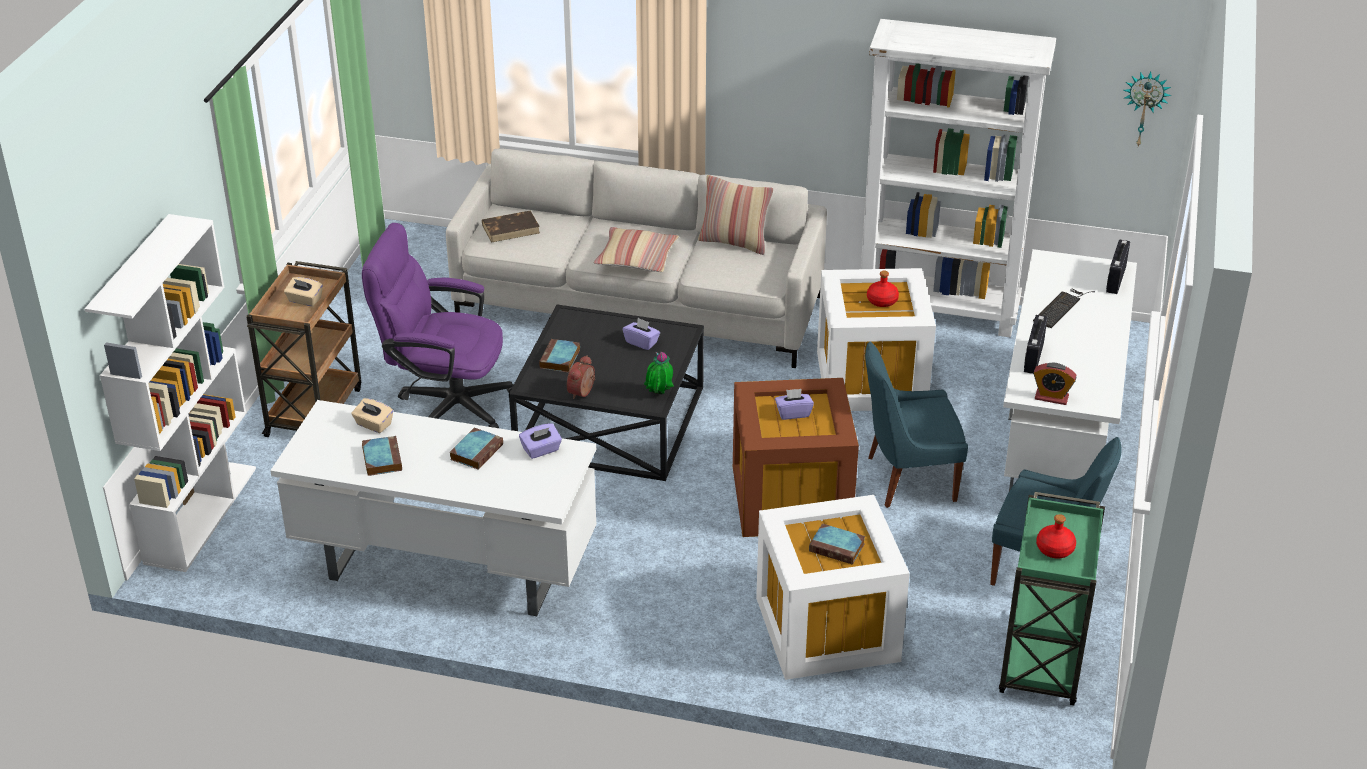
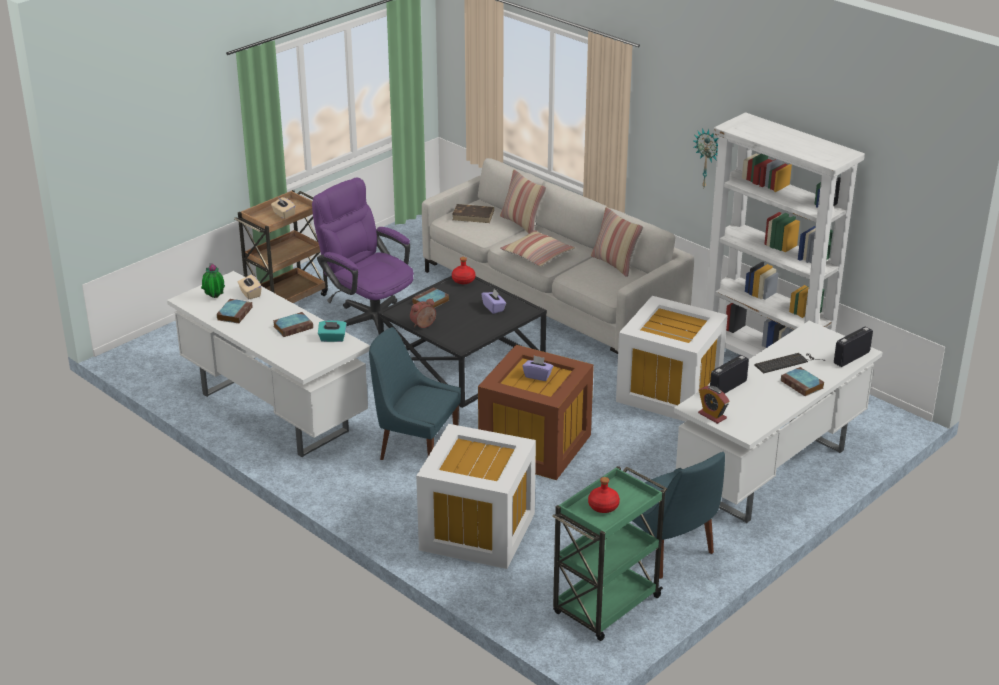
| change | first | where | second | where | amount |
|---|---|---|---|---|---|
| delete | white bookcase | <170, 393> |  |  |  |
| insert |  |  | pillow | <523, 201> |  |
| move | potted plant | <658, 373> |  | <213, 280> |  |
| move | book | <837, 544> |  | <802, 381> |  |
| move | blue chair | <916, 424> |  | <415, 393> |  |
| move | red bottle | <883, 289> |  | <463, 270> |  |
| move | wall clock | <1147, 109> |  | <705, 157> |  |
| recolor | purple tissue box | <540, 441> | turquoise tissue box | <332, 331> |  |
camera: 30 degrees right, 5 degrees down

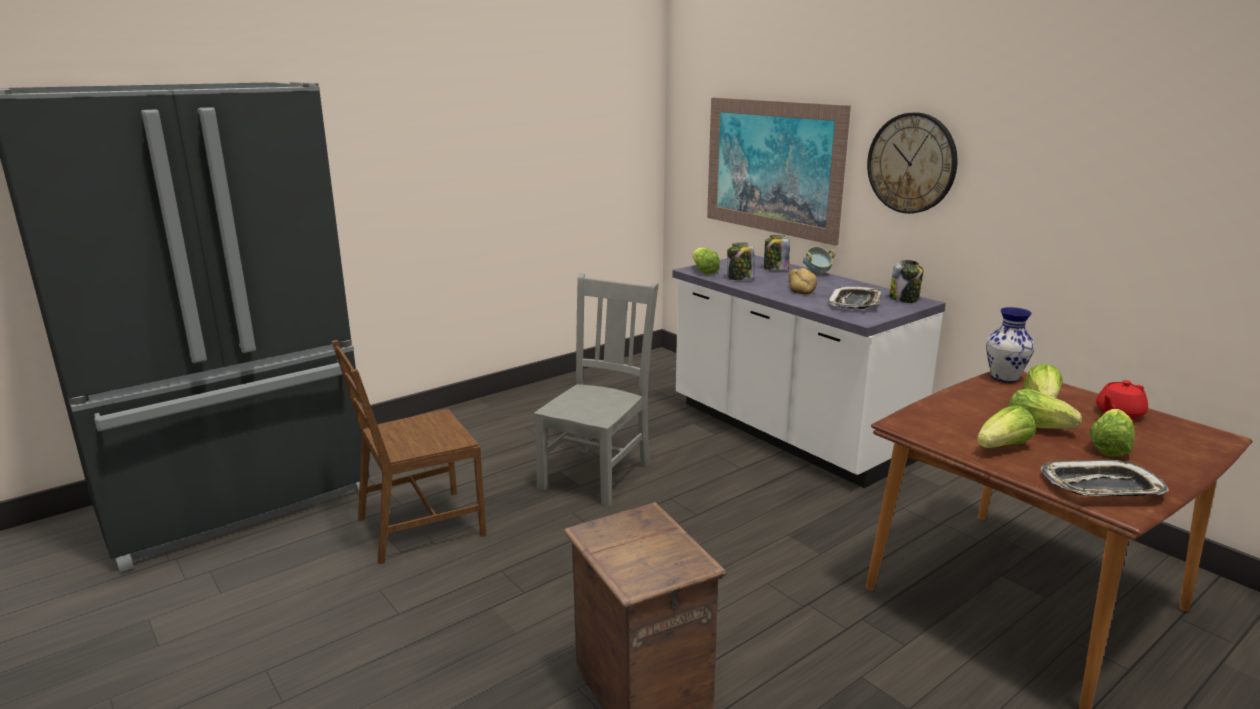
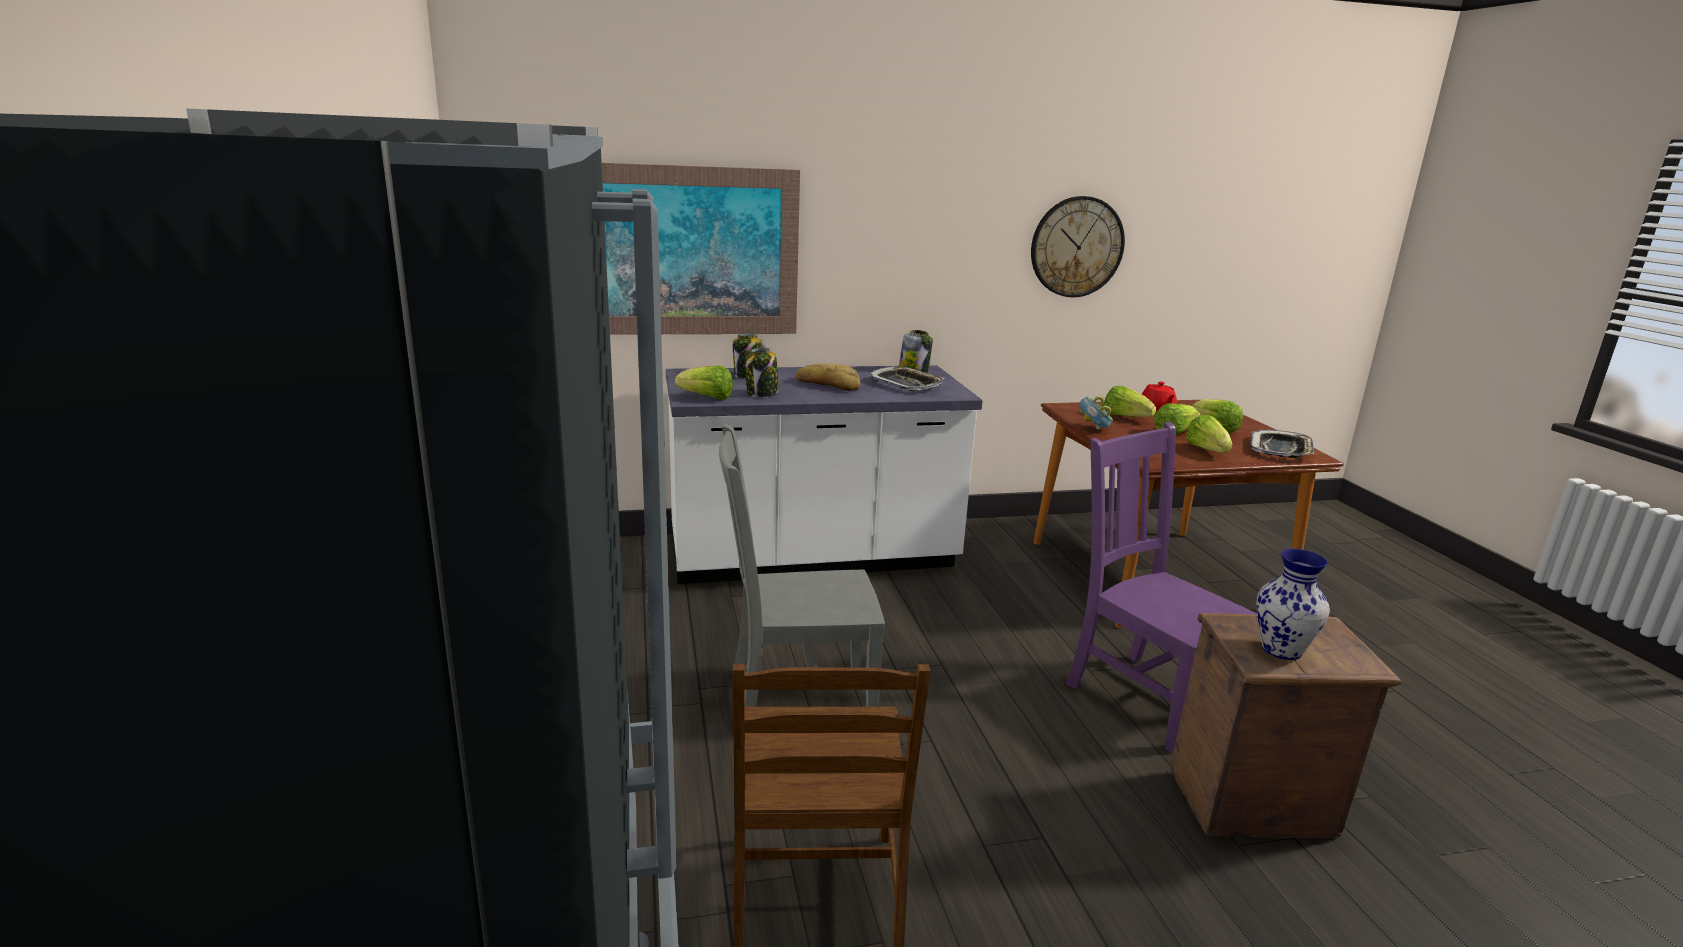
| change | first | where | second | where | amount |
|---|---|---|---|---|---|
| insert |  |  | purple chair | <1161, 587> |  |
| move | bowl | <819, 260> |  | <1096, 413> |  |
| move | wall clock | <912, 163> |  | <1078, 246> |  |
| move | vase | <1010, 344> |  | <1293, 604> |  |
| rotate | grey chair | <596, 390> |  | <802, 565> | 60 degrees counterclockwise |
camera: 65 degrees left, 0 degrees up

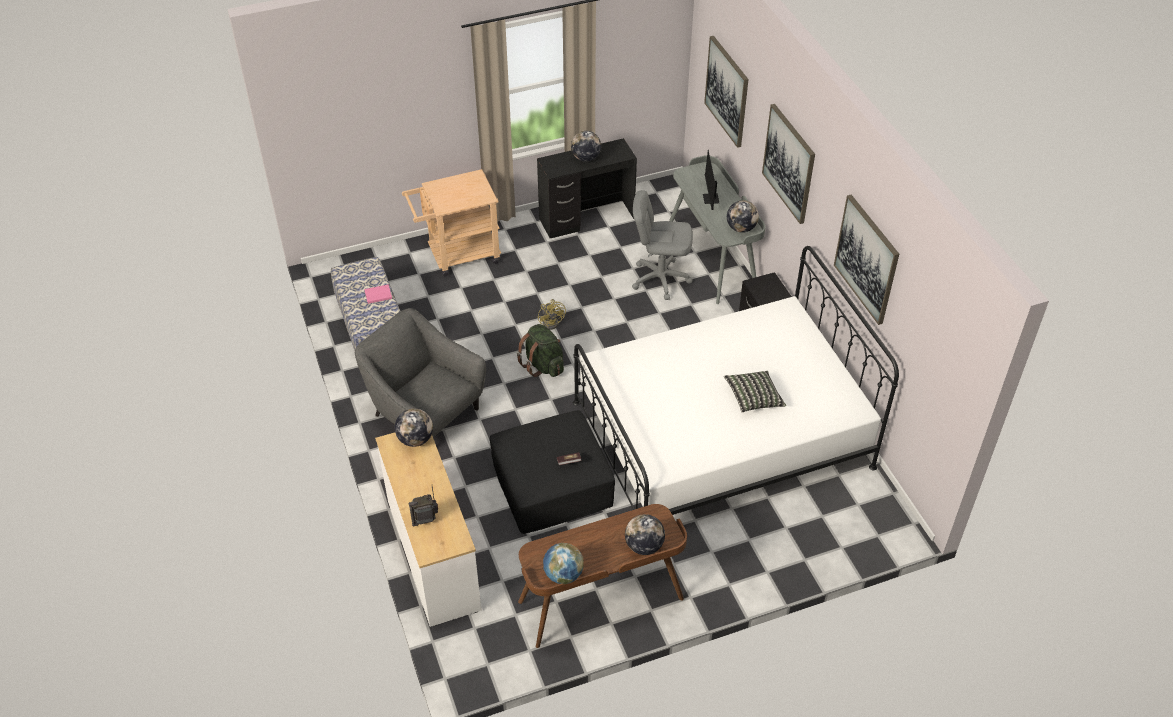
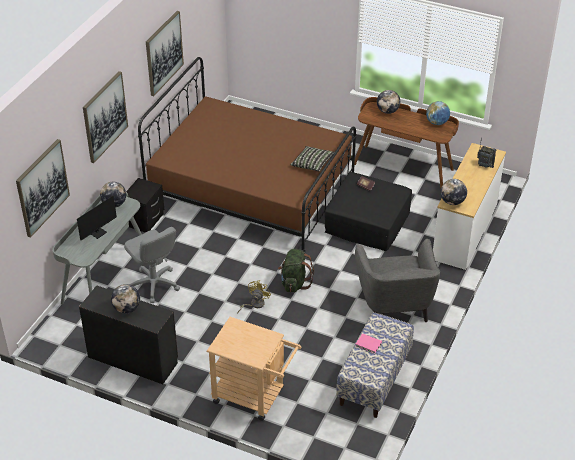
| change | first | where | second | where | amount |
|---|---|---|---|---|---|
| move | pillow | <755, 391> |  | <312, 158> |  |
| recolor | white bed | <736, 380> | brown bed | <247, 155> |  |
camera: 135 degrees left, 5 degrees down

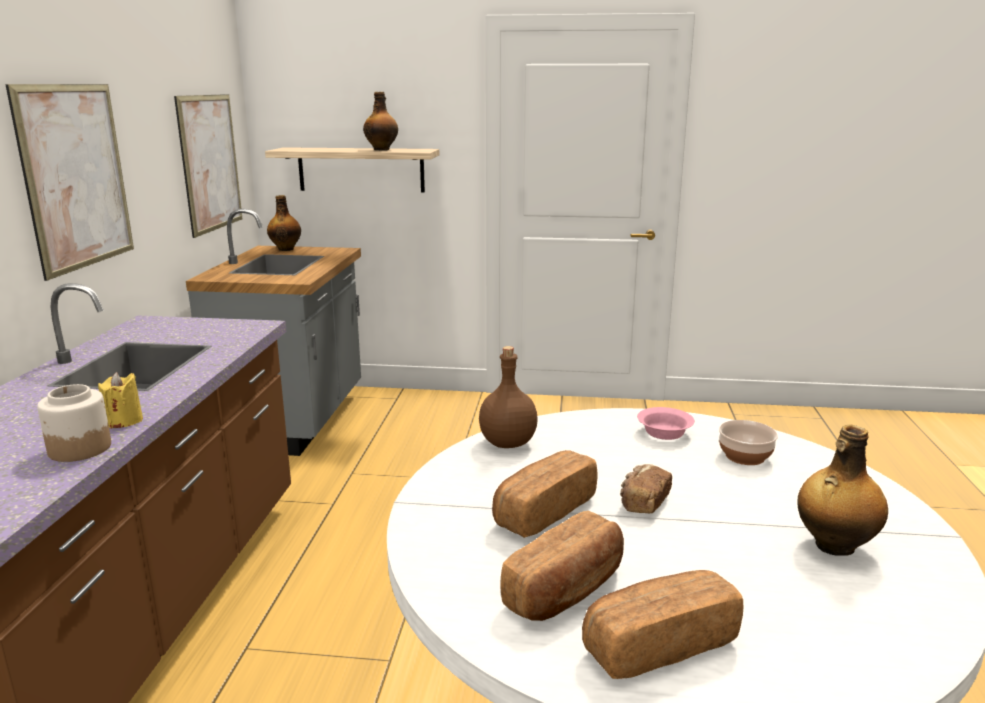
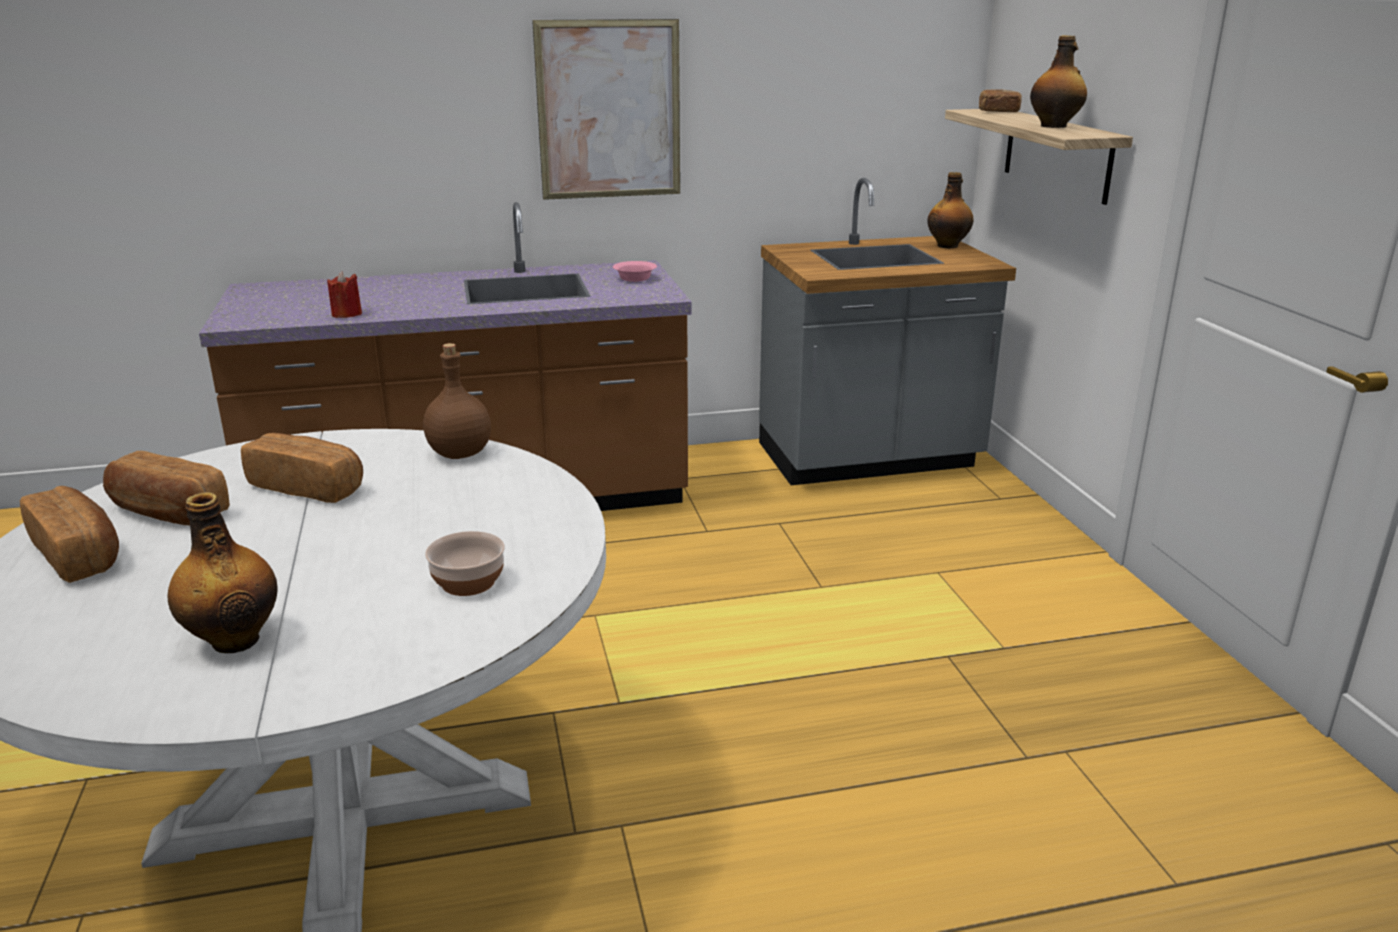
| change | first | where | second | where | amount |
|---|---|---|---|---|---|
| delete | yellow candle | <120, 400> |  |  |  |
| delete | picture | <208, 166> |  |  |  |
| move | bread | <646, 488> |  | <1000, 100> |  |
| move | pink bowl | <666, 423> |  | <635, 271> |  |
| replace | jar | <74, 423> | red candle | <344, 295> |  |
camera: 70 degrees right, 5 degrees up

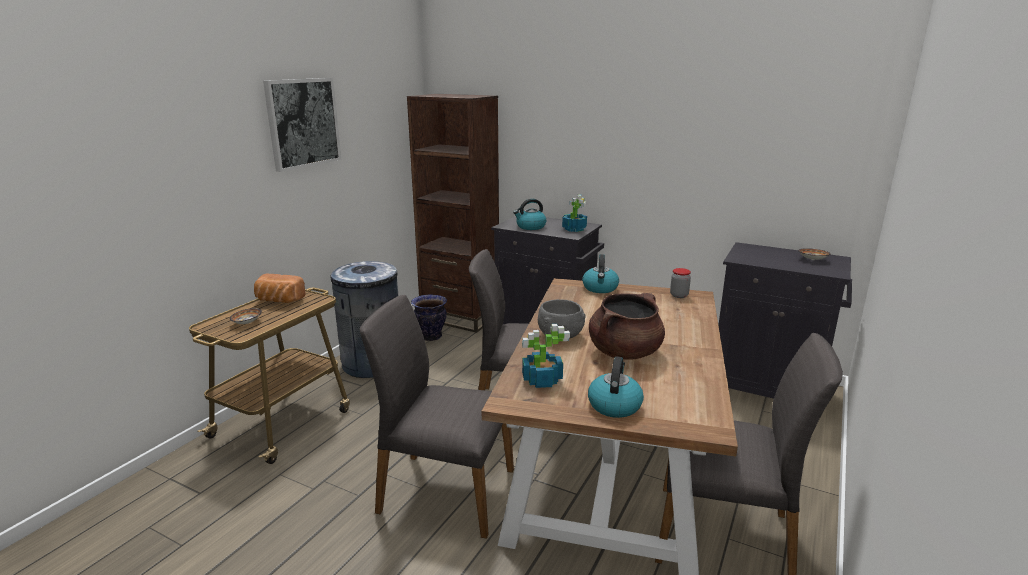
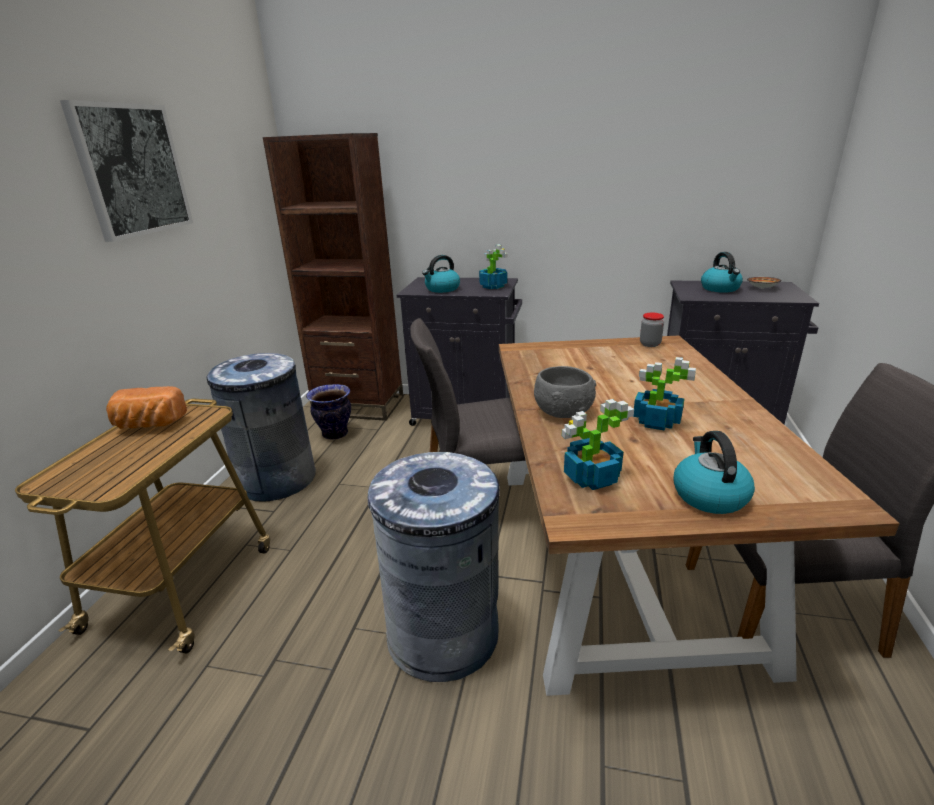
| change | first | where | second | where | amount |
|---|---|---|---|---|---|
| delete | bowl | <246, 316> |  |  |  |
| move | kettle | <600, 273> |  | <722, 272> |  |
| replace | grey chair | <437, 417> | grey trash can | <434, 567> |  |
| replace | brown cooking pot | <627, 326> | potted plant | <664, 394> |  |
camera: 15 degrees left, 5 degrees up

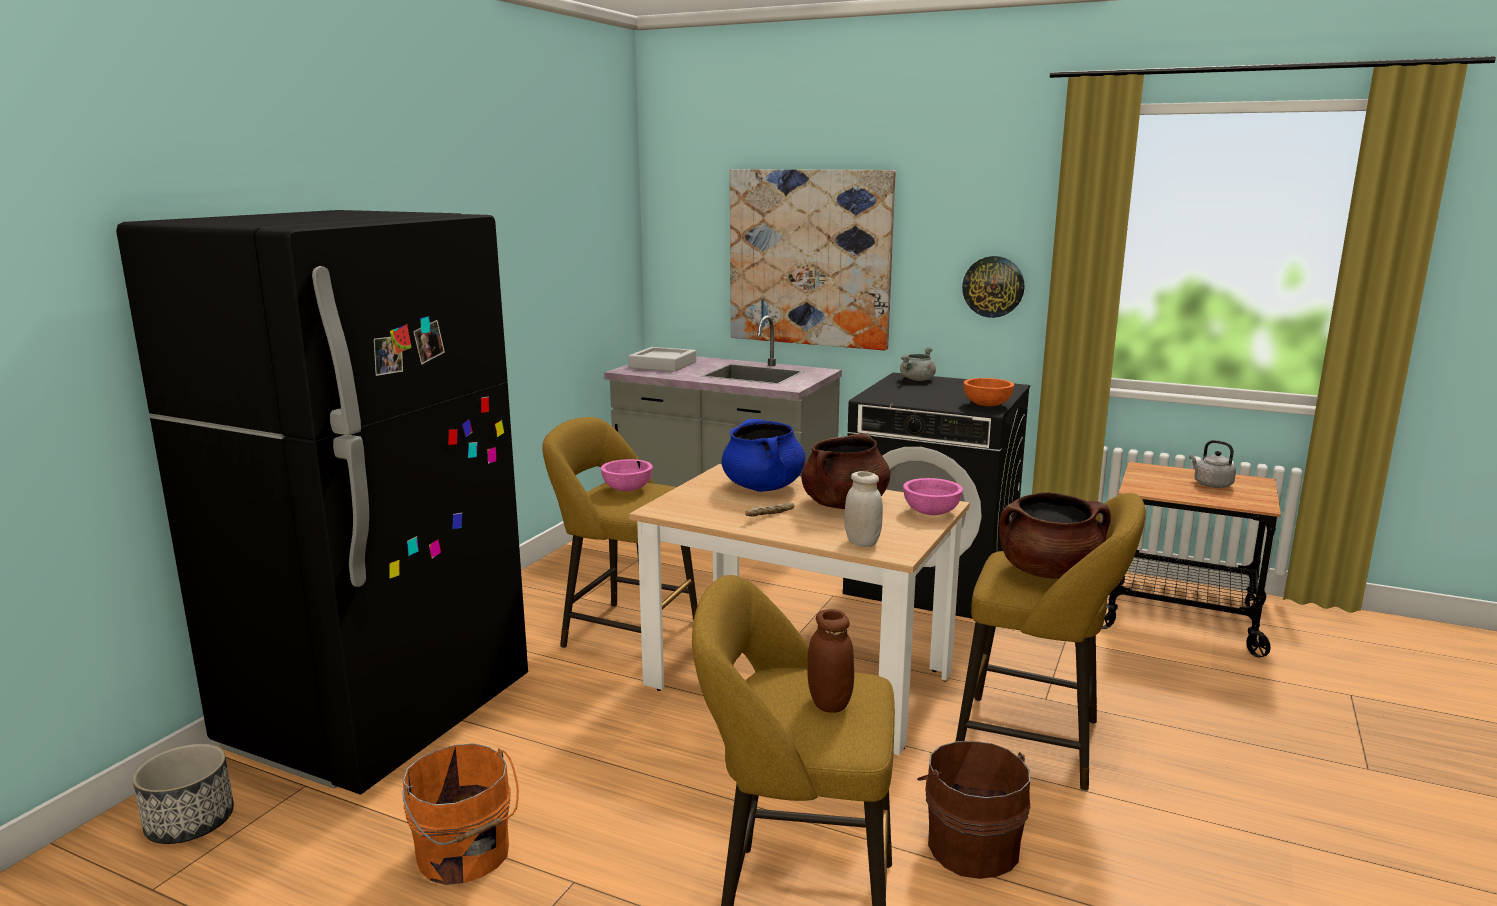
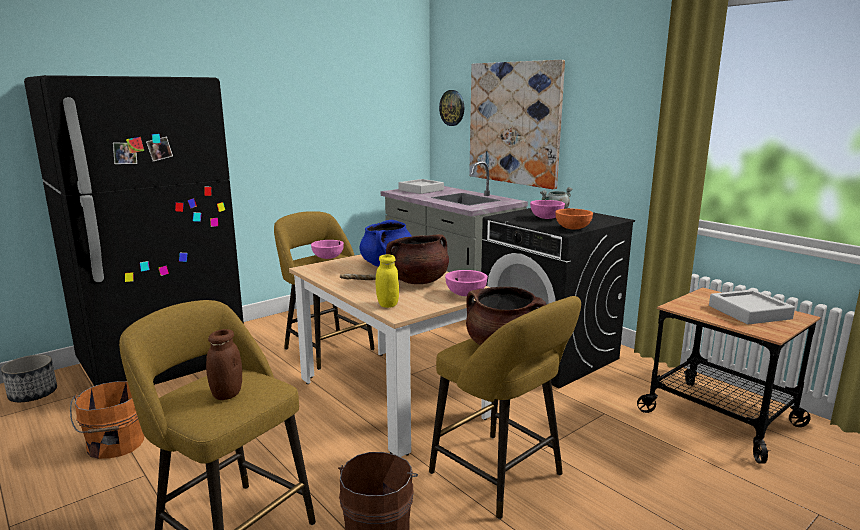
| change | first | where | second | where | amount |
|---|---|---|---|---|---|
| insert |  |  | pink bowl | <547, 209> |  |
| move | wall clock | <993, 287> |  | <451, 108> |  |
| replace | grey kettle | <1212, 464> | grey tray | <752, 306> |  |
| recolor | white jar | <864, 509> | yellow jar | <387, 281> |  |
camera: 25 degrees right, 0 degrees up

